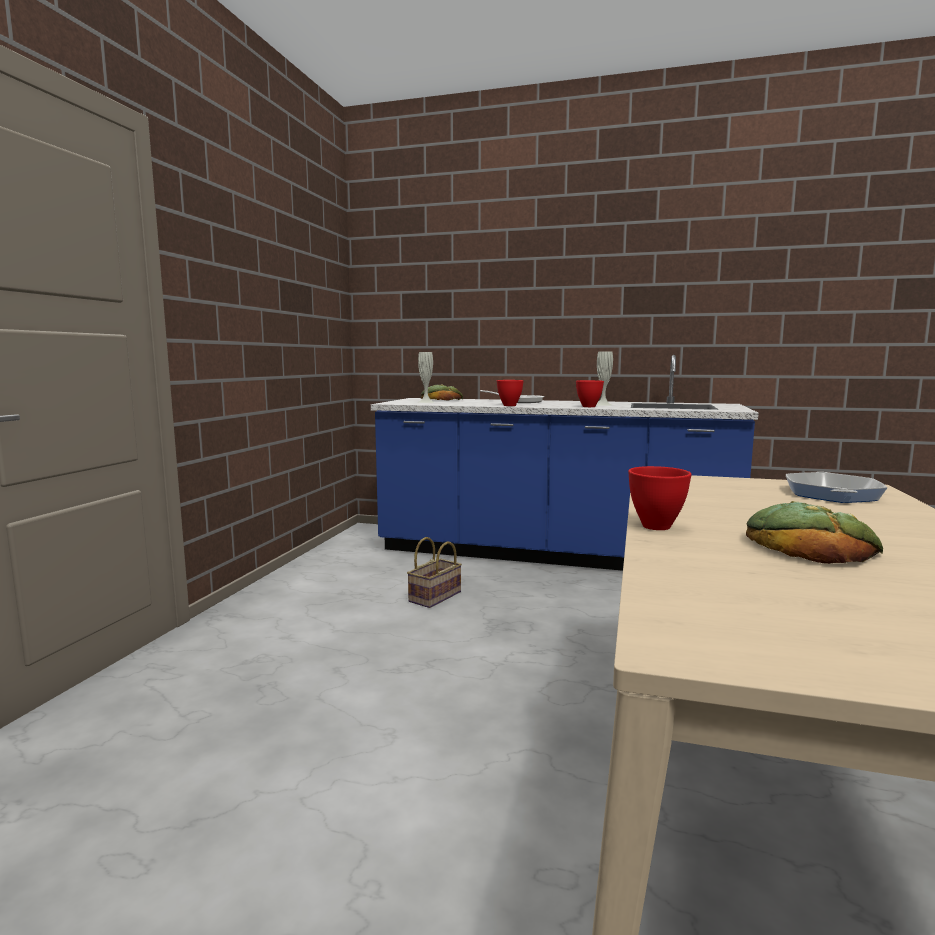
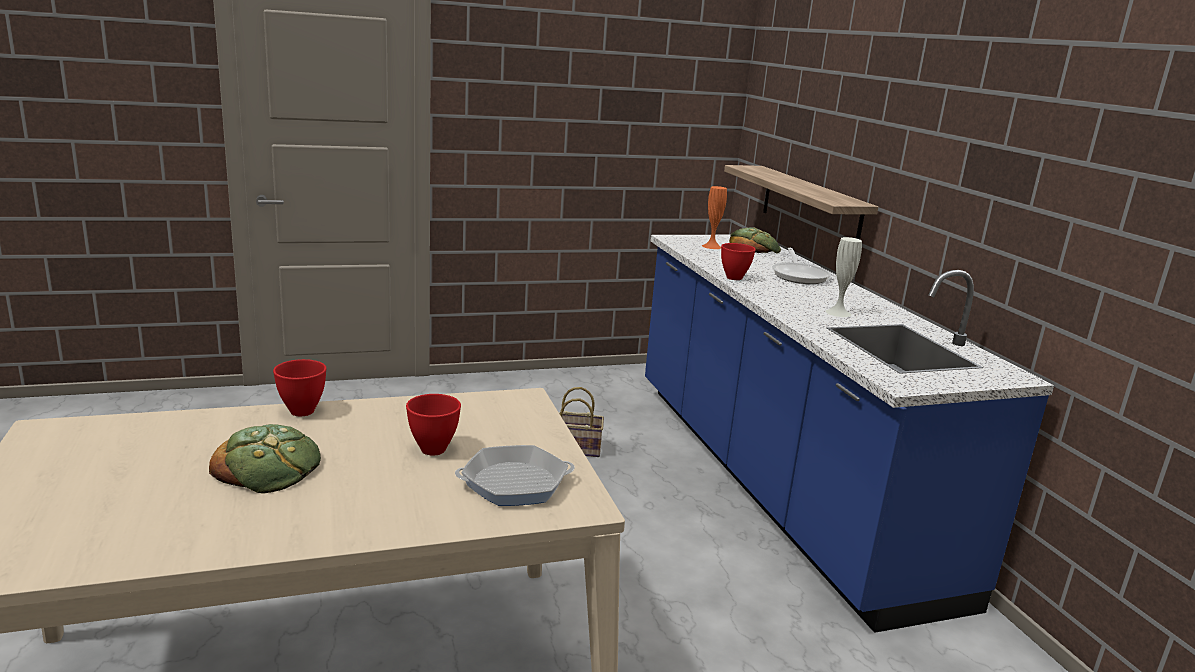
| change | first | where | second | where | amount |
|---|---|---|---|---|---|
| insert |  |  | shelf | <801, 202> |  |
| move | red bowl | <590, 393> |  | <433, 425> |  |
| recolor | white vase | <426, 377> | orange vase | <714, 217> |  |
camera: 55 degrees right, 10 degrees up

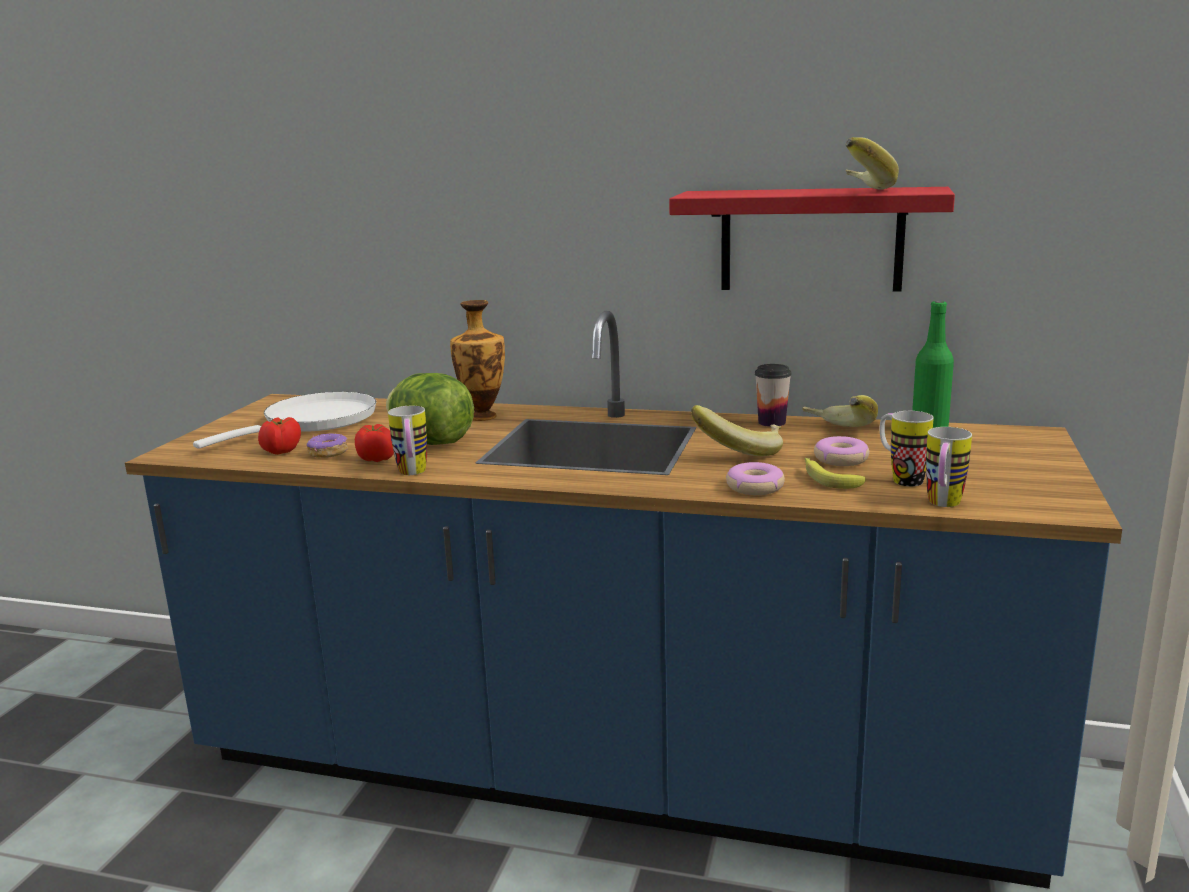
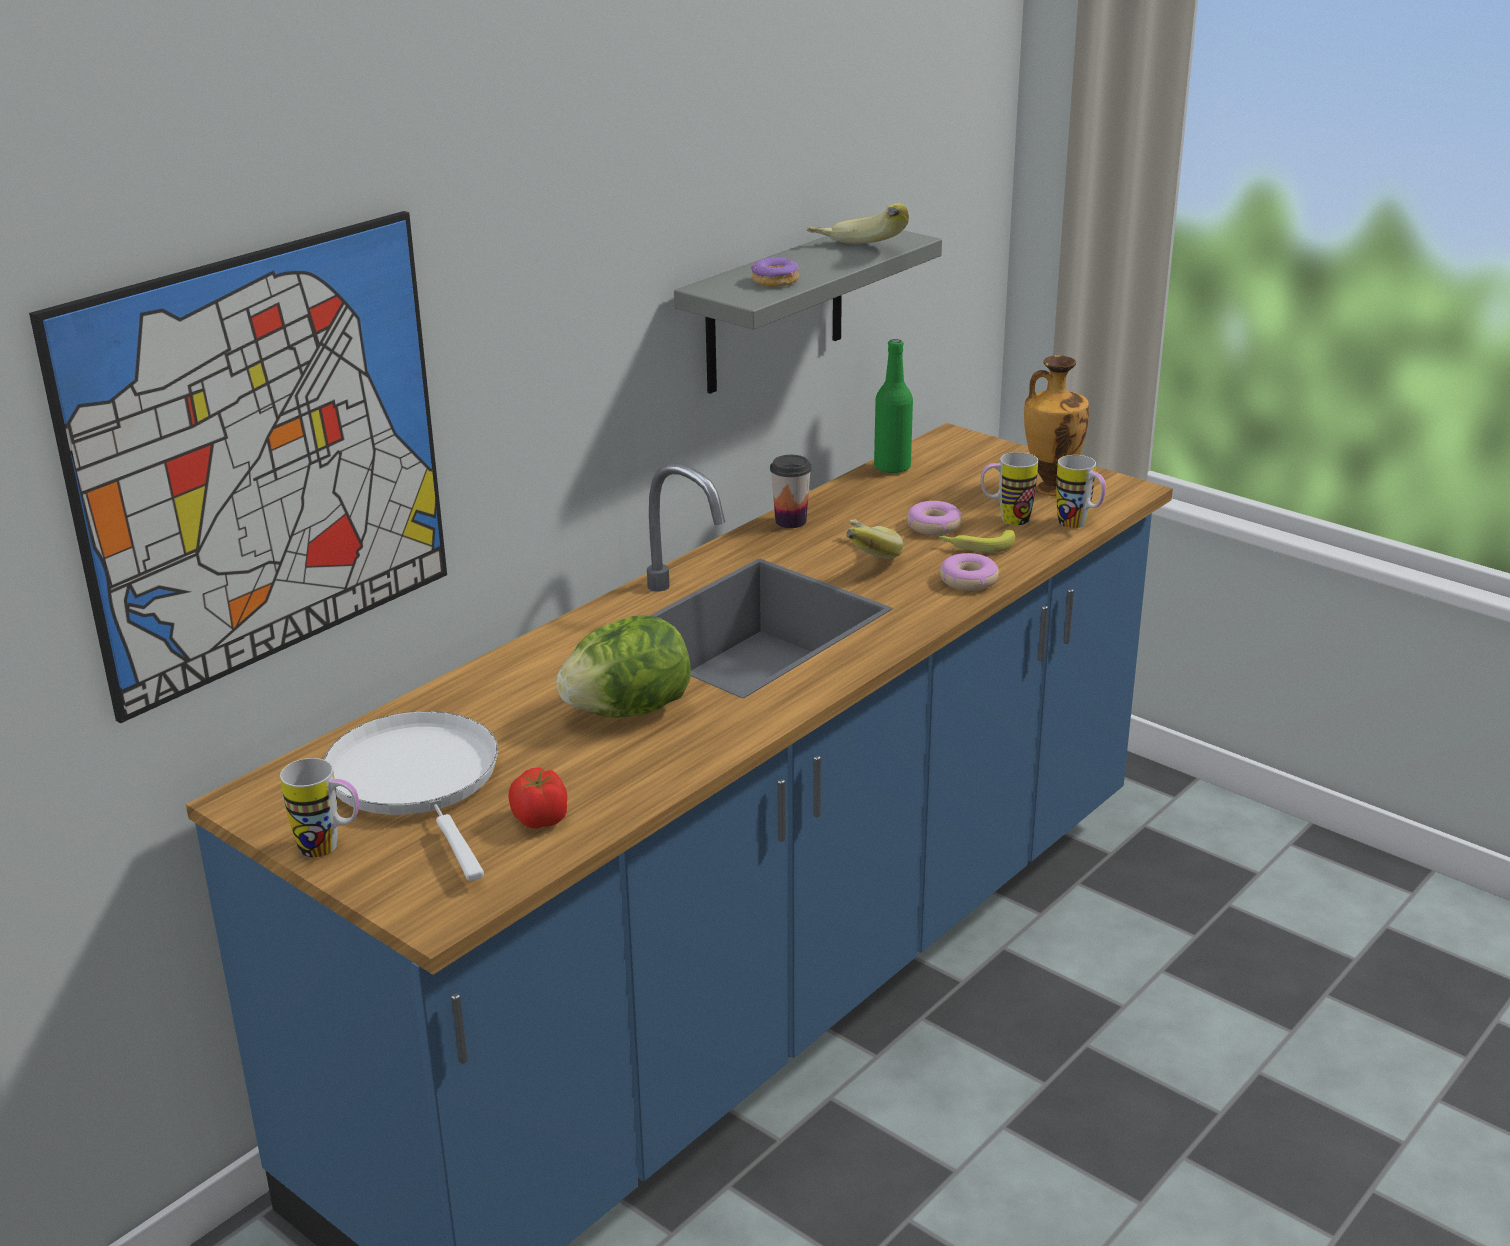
| change | first | where | second | where | amount |
|---|---|---|---|---|---|
| delete | tomato | <374, 443> |  |  |  |
| delete | banana | <840, 411> |  |  |  |
| insert |  |  | picture | <238, 467> |  |
| move | donut | <327, 445> |  | <775, 272> |  |
| move | mug | <407, 440> |  | <319, 807> |  |
| move | vase | <477, 360> |  | <1056, 425> |  |
| recolor | red shelf | <812, 239> | grey shelf | <808, 312> |  |
camera: 65 degrees left, 10 degrees up

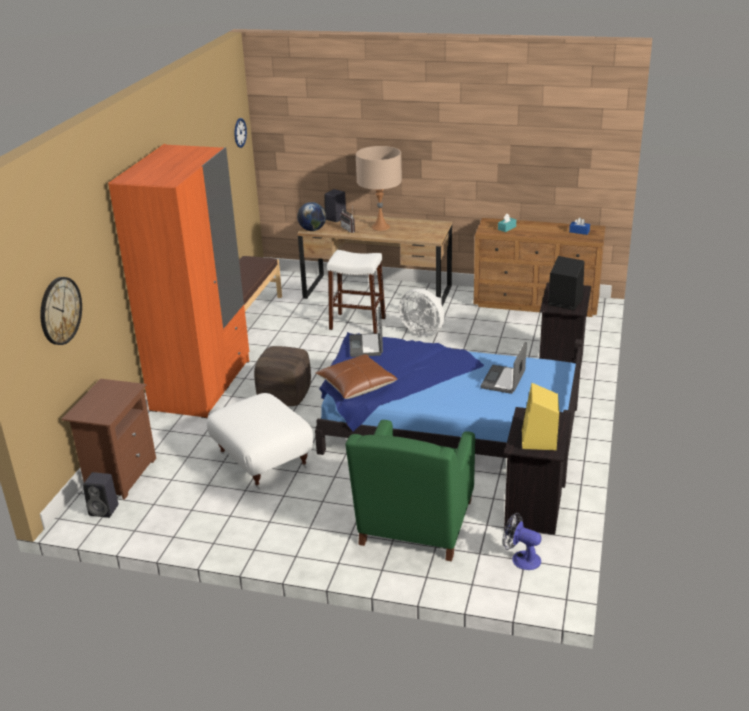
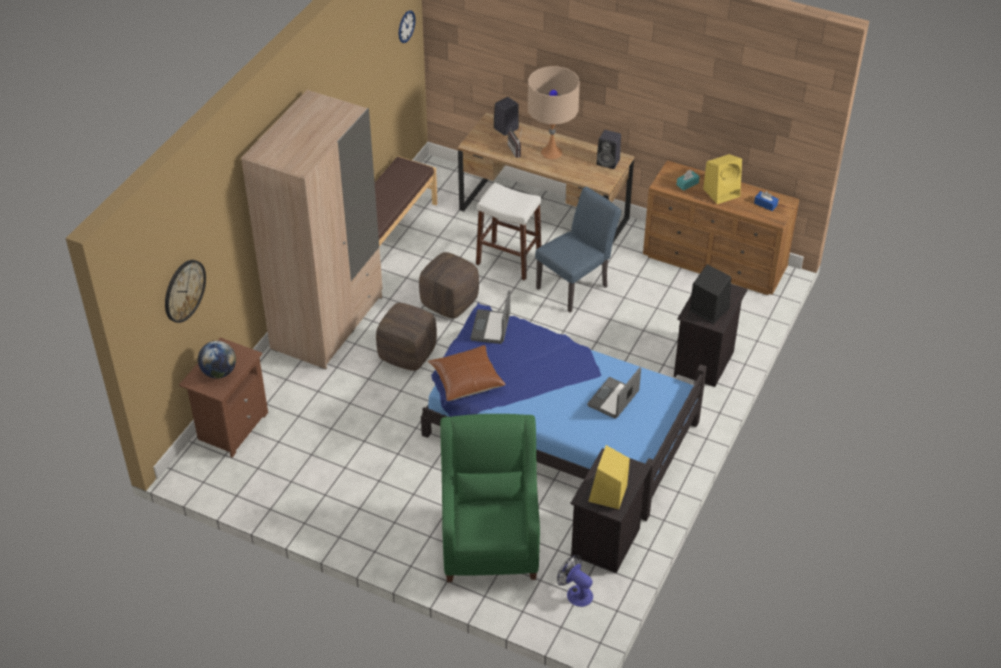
| change | first | where | second | where | amount |
|---|---|---|---|---|---|
| delete | white ottoman | <260, 441> |  |  |  |
| insert |  |  | brown ottoman | <449, 285> |  |
| insert |  |  | yellow speaker | <722, 179> |  |
| move | black speaker | <100, 495> |  | <608, 149> |  |
| move | globe | <311, 216> |  | <217, 360> |  |
| replace | white fan | <422, 312> | blue chair | <578, 249> |  |
| recolor | orange wardrobe | <179, 281> | beige wardrobe | <312, 229> |  |
| rotate | green armchair | <410, 490> |  | <490, 498> | 150 degrees clockwise |
camera: 10 degrees right, 15 degrees up

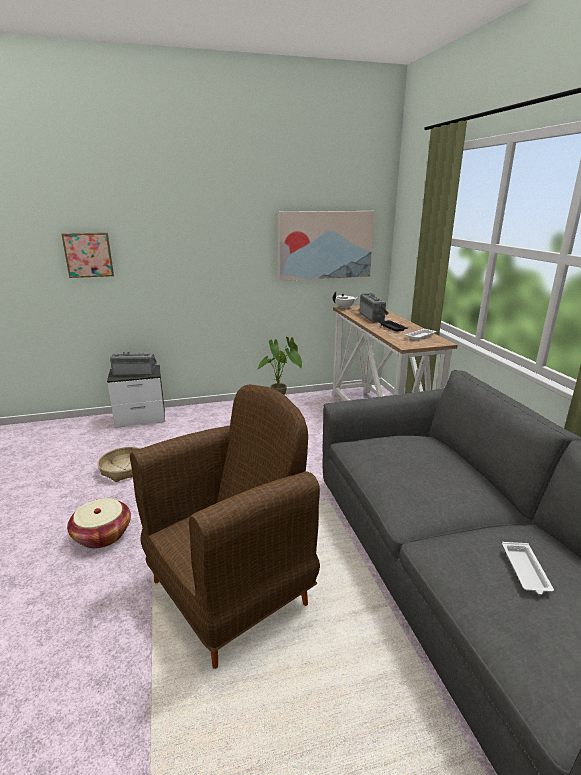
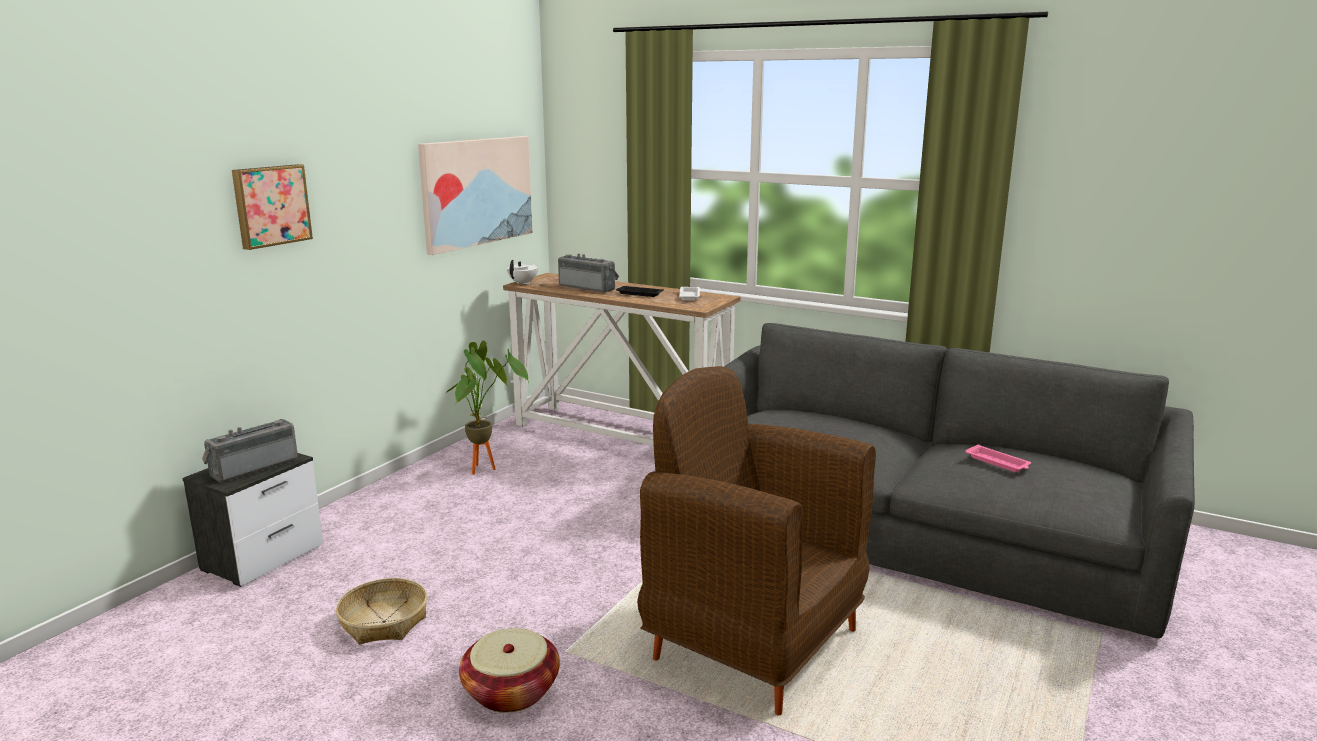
| change | first | where | second | where | amount |
|---|---|---|---|---|---|
| move | picture | <87, 255> |  | <272, 207> |  |
| recolor | white tray | <528, 568> | pink tray | <998, 458> |  |
| rotate | brown armchair | <225, 526> |  | <756, 540> | 60 degrees counterclockwise |
camera: 45 degrees left, 5 degrees down

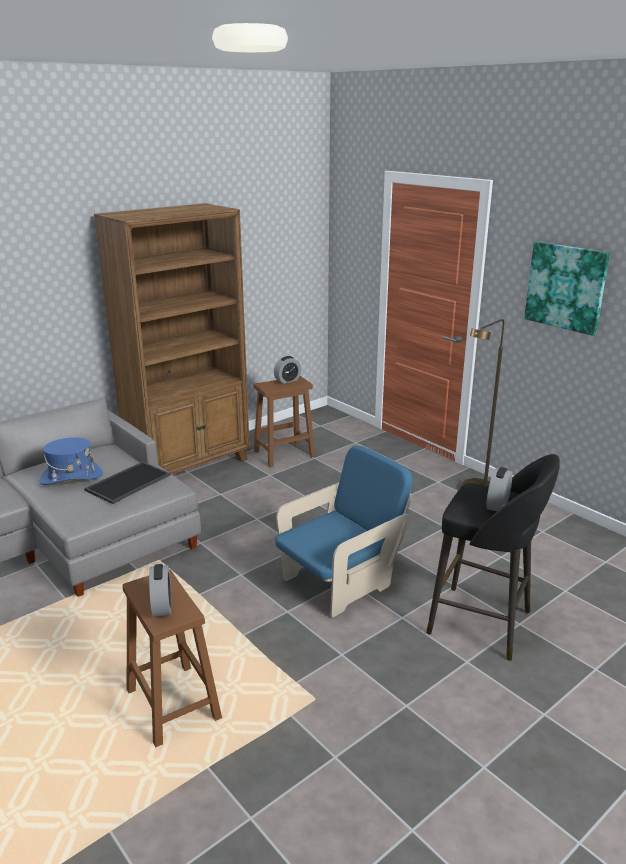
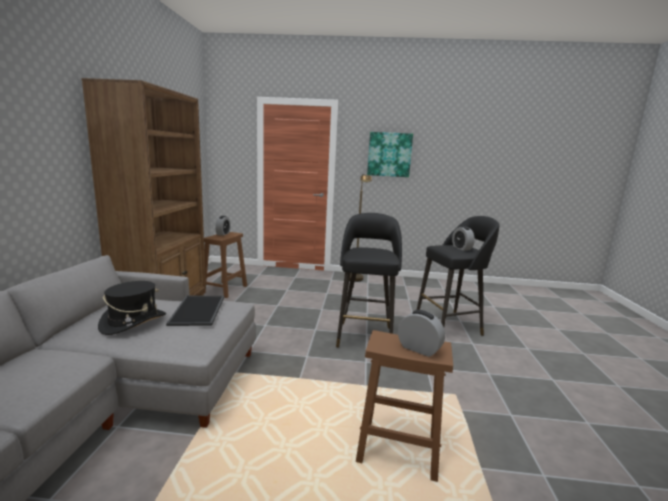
| change | first | where | second | where | amount |
|---|---|---|---|---|---|
| replace | blue armchair | <344, 531> | black stool | <369, 280> |  |
| recolor | blue hat | <71, 461> | black hat | <132, 308> |  |
camera: 45 degrees left, 10 degrees down

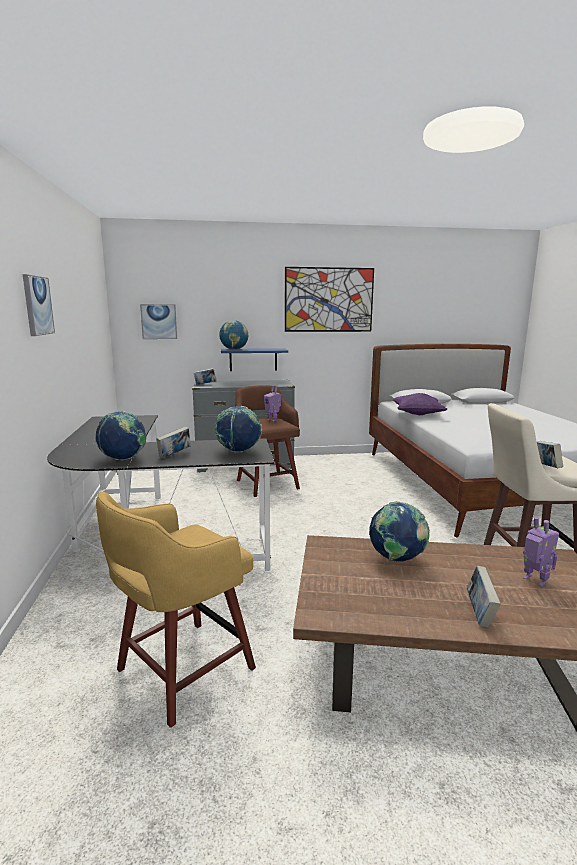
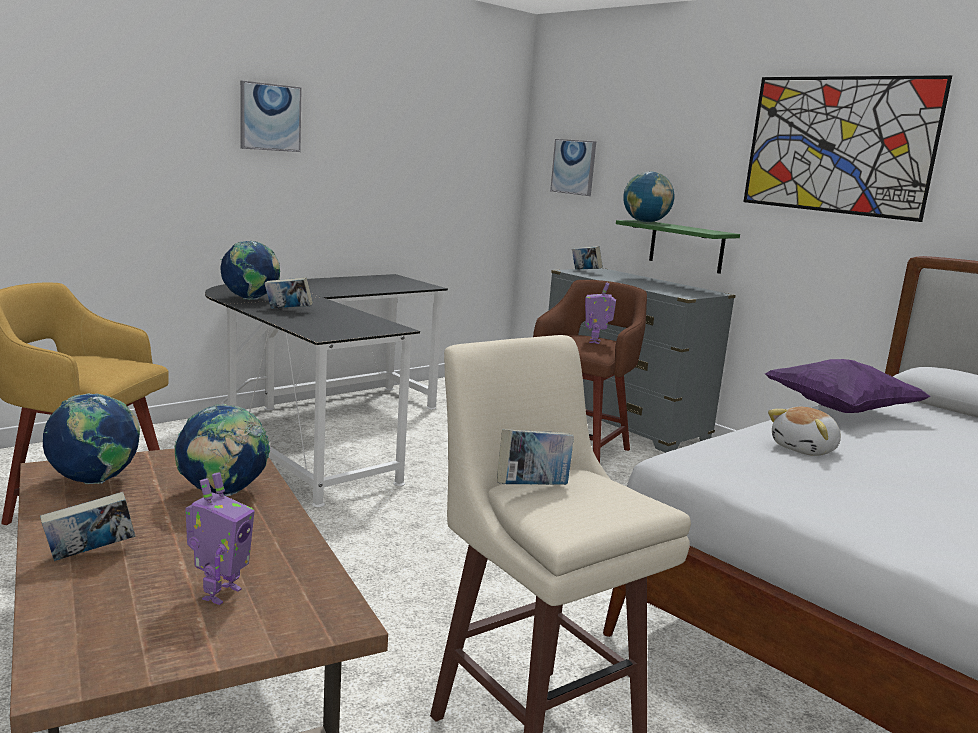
| change | first | where | second | where | amount |
|---|---|---|---|---|---|
| insert |  |  | plush toy | <804, 431> |  |
| move | globe | <238, 429> |  | <91, 438> |  |
| recolor | blue shelf | <254, 359> | green shelf | <678, 247> |  |
camera: 55 degrees right, 0 degrees up

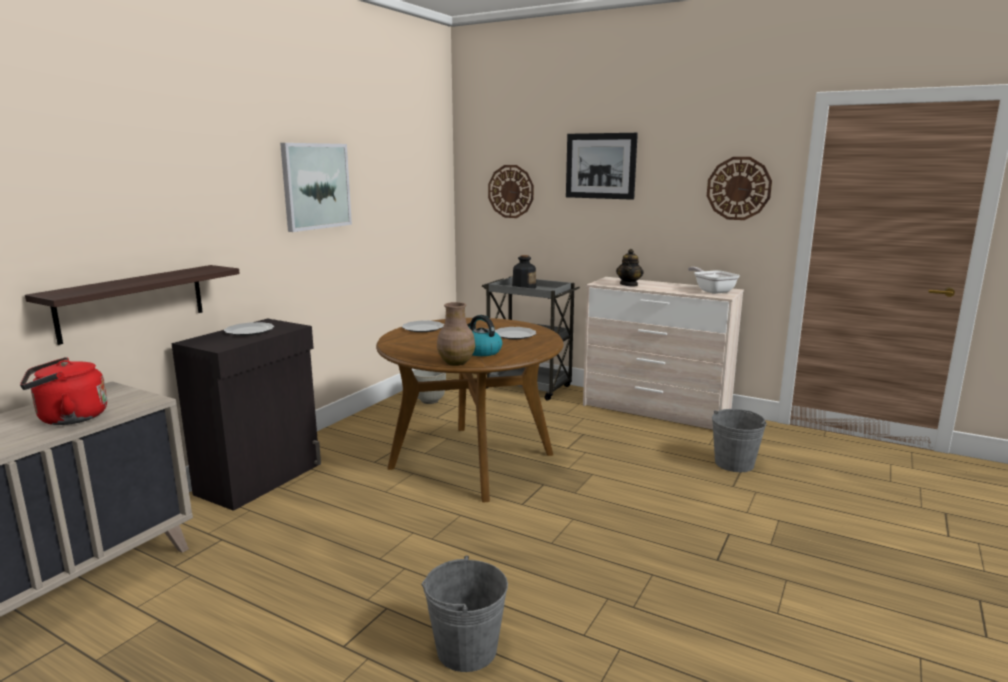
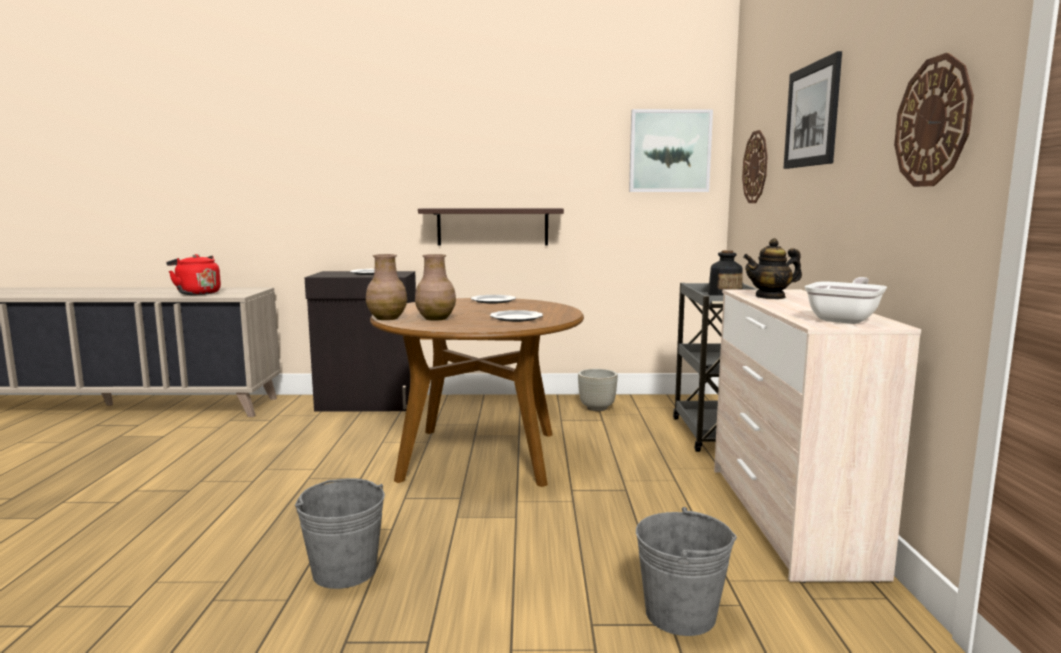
| change | first | where | second | where | amount |
|---|---|---|---|---|---|
| move | shelf | <132, 305> |  | <491, 226> |  |
| move | picture | <316, 187> |  | <671, 150> |  |
| move | grey bucket | <465, 613> |  | <340, 533> |  |
| replace | kettle | <484, 335> | brown vase | <435, 287> |  |
camera: 60 degrees right, 5 degrees down

